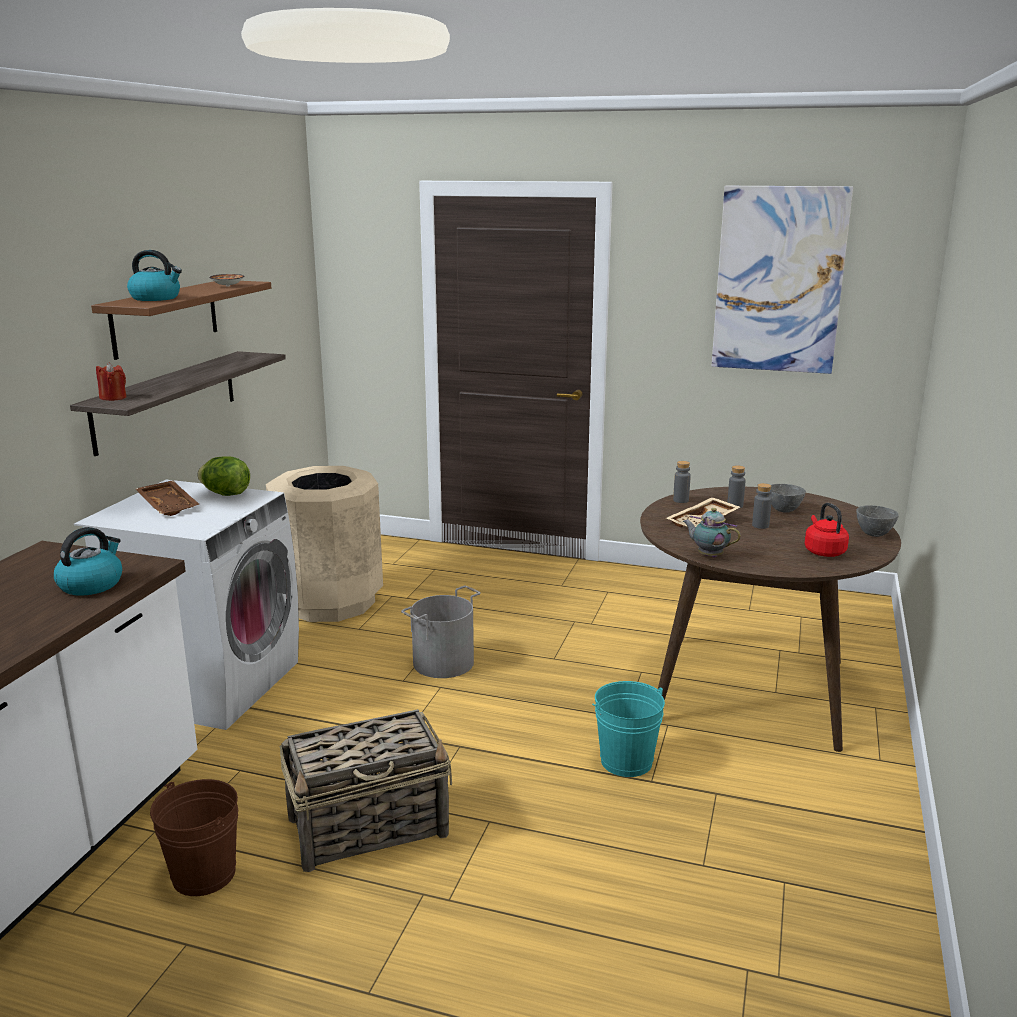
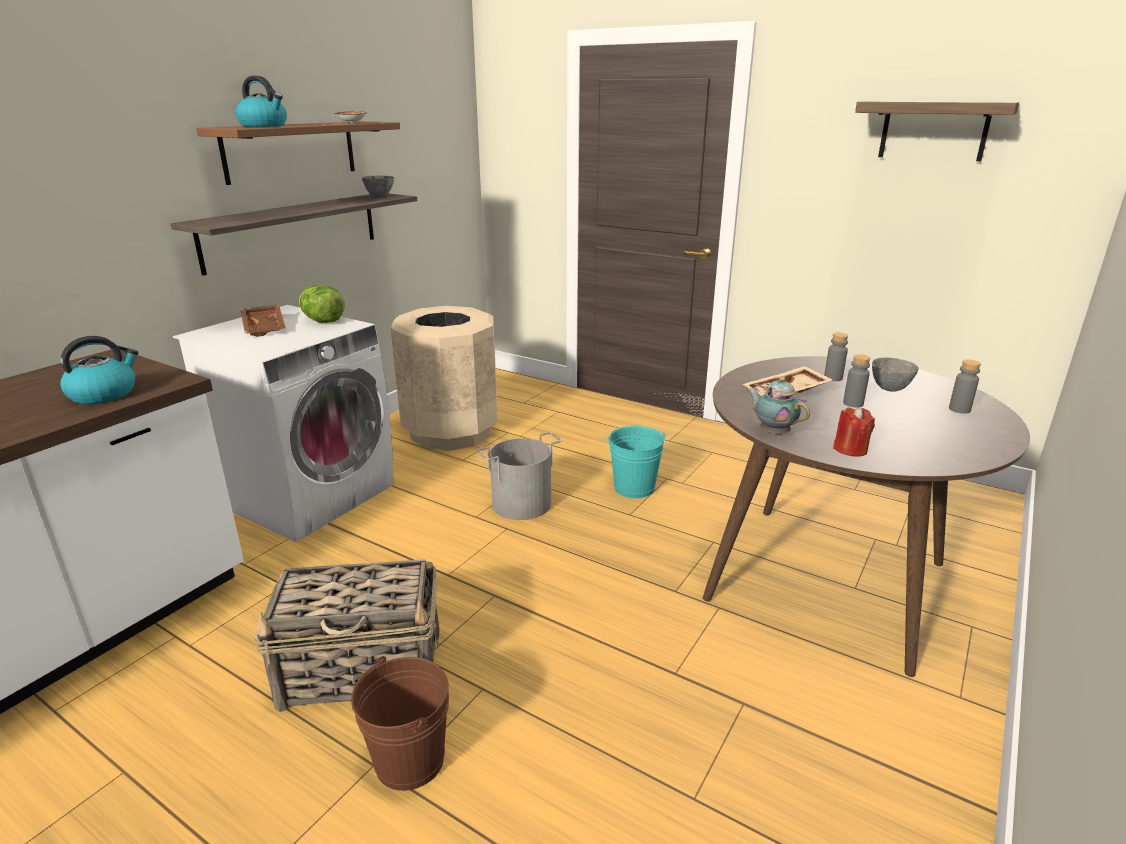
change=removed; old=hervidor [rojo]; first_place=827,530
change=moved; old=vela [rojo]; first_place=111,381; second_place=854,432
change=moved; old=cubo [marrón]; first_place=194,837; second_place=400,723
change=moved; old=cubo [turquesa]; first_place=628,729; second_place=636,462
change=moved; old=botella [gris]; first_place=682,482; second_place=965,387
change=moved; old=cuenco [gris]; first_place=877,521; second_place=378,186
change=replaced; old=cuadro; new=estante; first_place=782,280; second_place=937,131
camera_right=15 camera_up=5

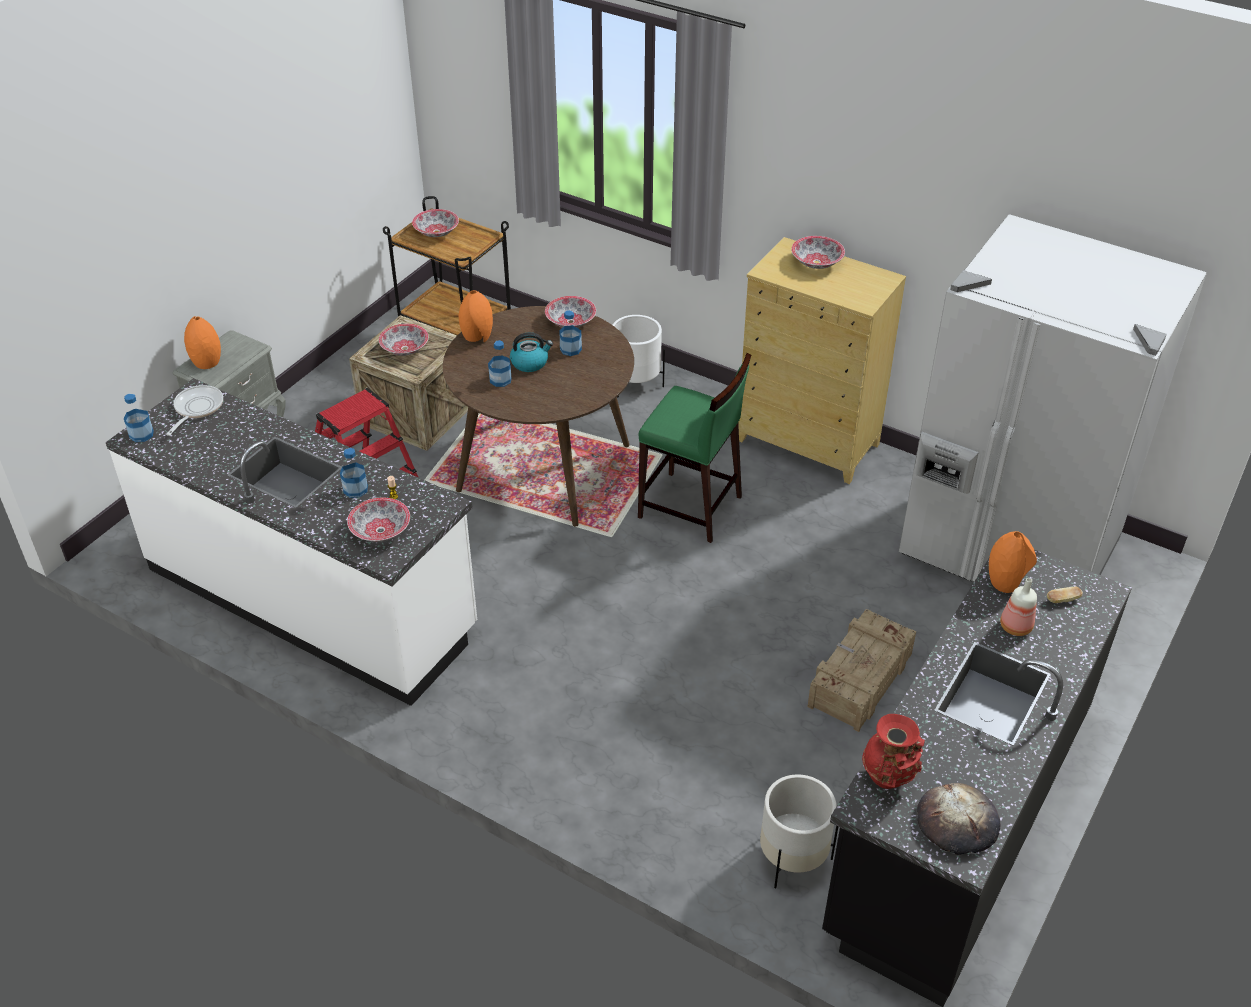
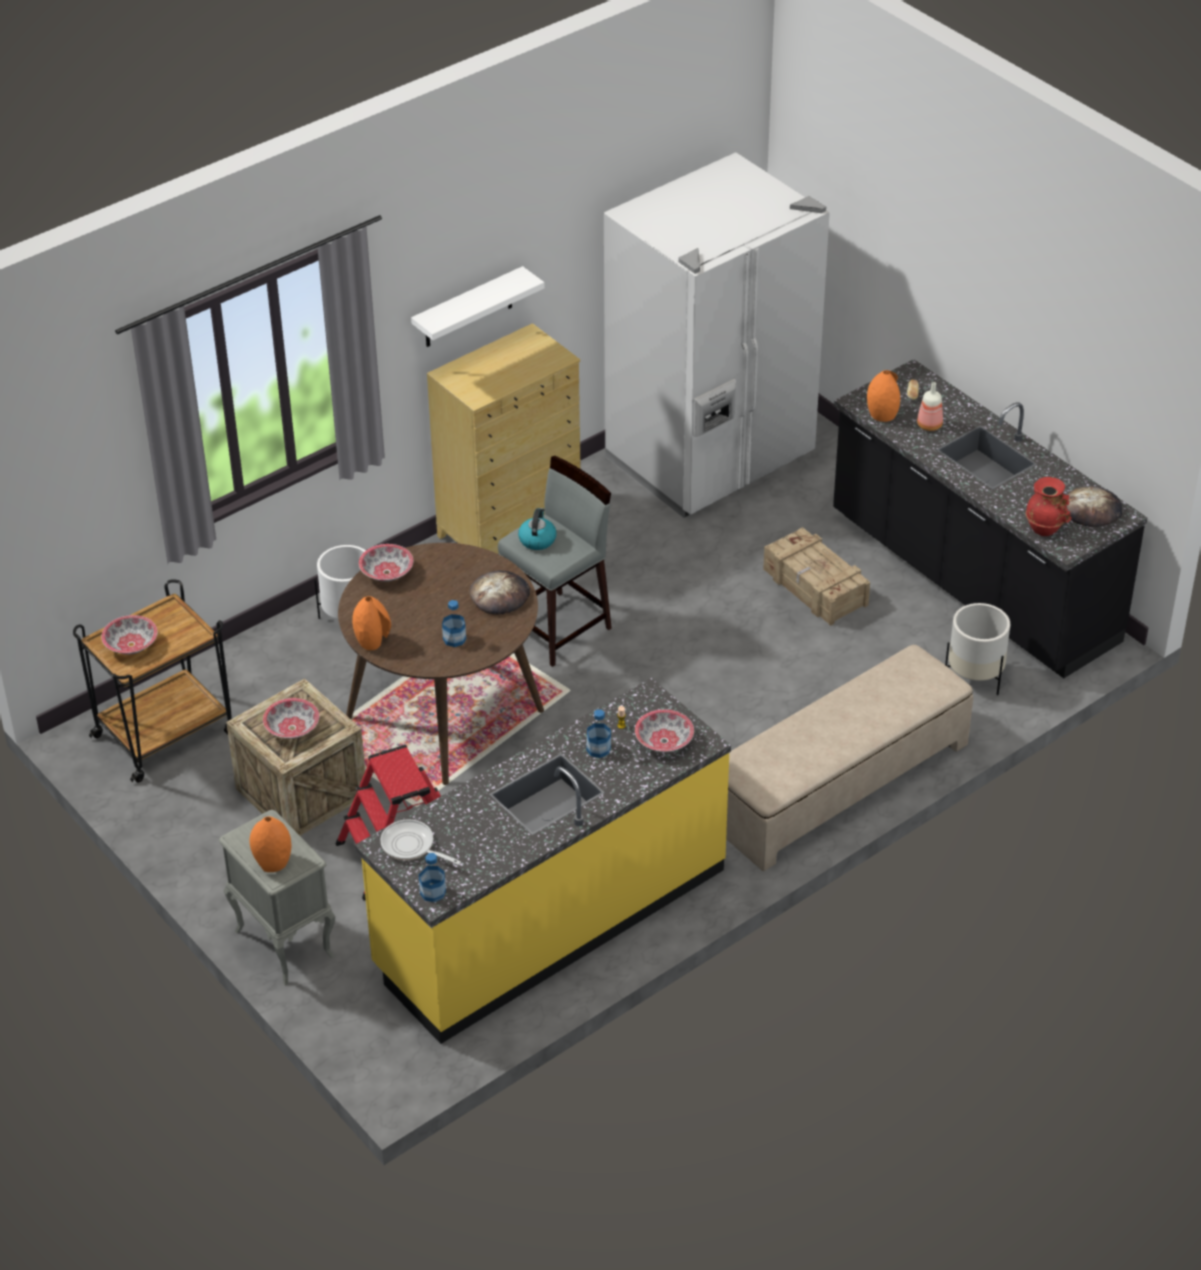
change=removed; old=botella; first_place=570,333
change=removed; old=cuenco; first_place=818,252
change=added; new=estante [blanco]; second_place=478,306
change=added; new=pan; second_place=499,593
change=added; new=banco [beis]; second_place=850,758
change=moved; old=hervidor; first_place=531,352; second_place=537,529
change=recoloured; old=mueble bajo de cocina [blanco]; new=mueble bajo de cocina [amarillo]; first_place=291,542; second_place=542,861
change=recoloured; old=taburete [verde]; new=taburete [gris]; first_place=694,448; second_place=555,561
camera_right=-70 camera_up=0

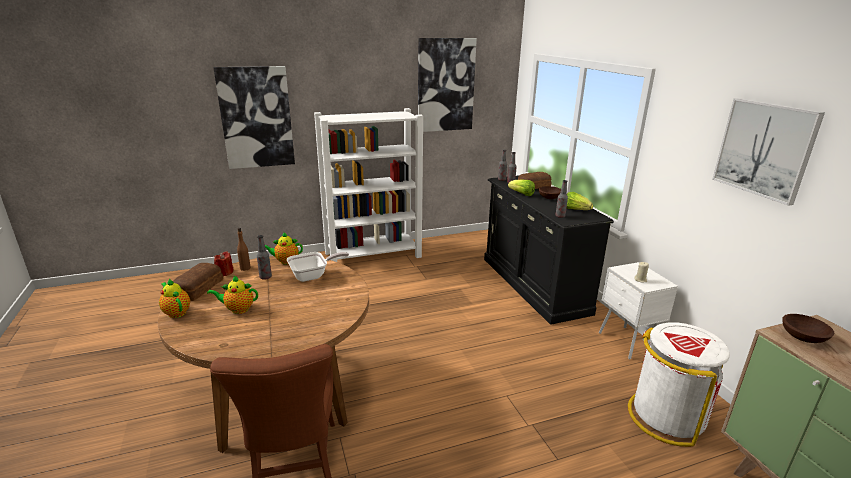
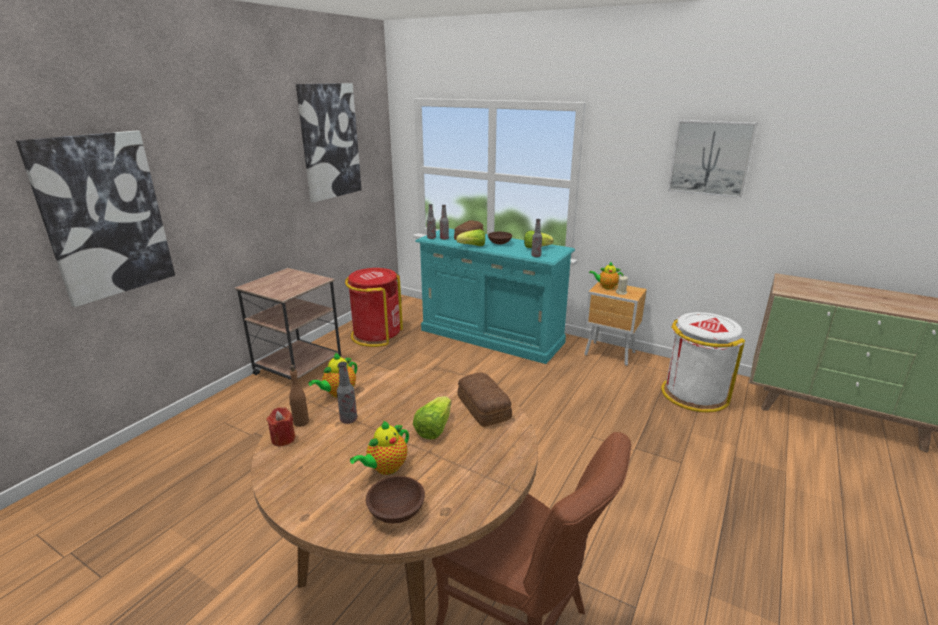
change=removed; old=sartén; first_place=318,267
change=added; new=papelera [rojo]; second_place=374,307
change=added; new=lechuga; second_place=432,418
change=moved; old=tetera; first_place=174,298; second_place=606,275
change=moved; old=pan; first_place=198,282; second_place=485,400
change=moved; old=cuenco [marrón]; first_place=808,328; second_place=395,500
change=replaced; old=estantería [blanco]; new=carrito [marrón]; first_place=368,185; second_place=288,324
change=recoloured; old=armario [negro]; new=armario [turquesa]; first_place=549,250; second_place=495,296
change=recoloured; old=mesita de noche [blanco]; new=mesita de noche [marrón]; first_place=638,310; second_place=615,324
camera_right=-40 camera_up=0

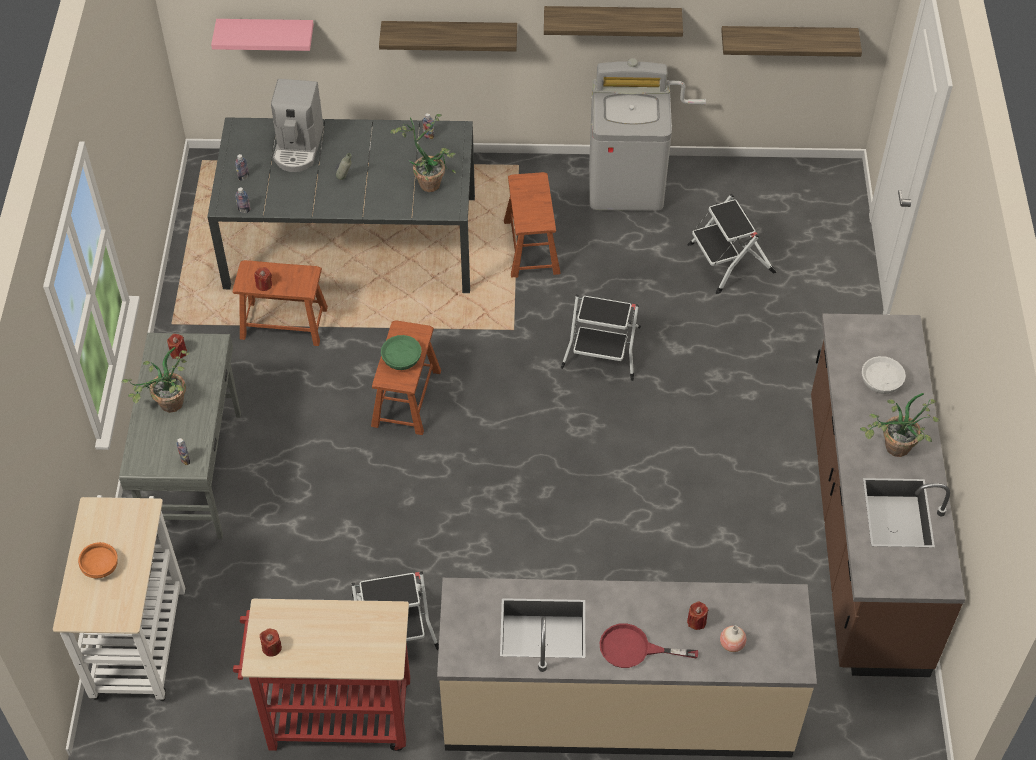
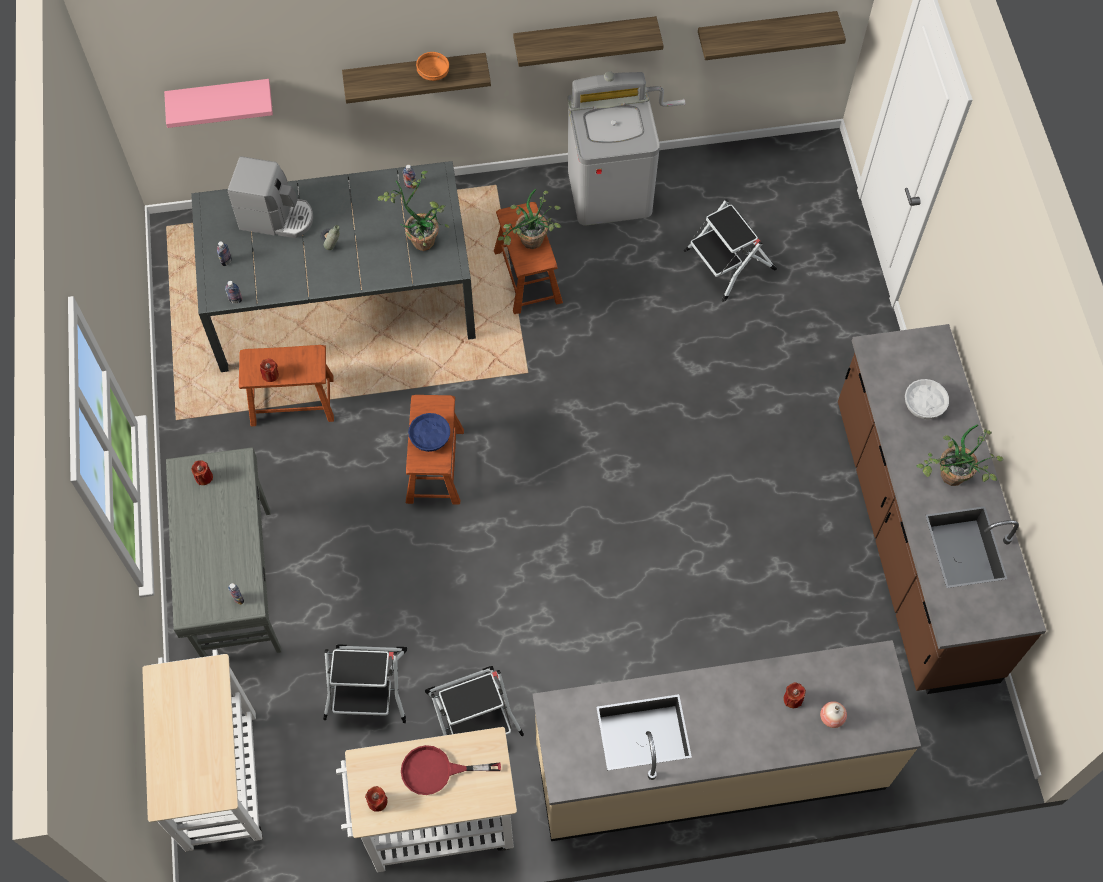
change=moved; old=cuenco [naranja]; first_place=98,560; second_place=432,66
change=moved; old=planta en maceta; first_place=155,380; second_place=529,219
change=moved; old=escalera de tijera; first_place=601,338; second_place=365,683
change=moved; old=sartén [rojo]; first_place=649,645; second_place=451,770
change=recoloured; old=carrito [rojo]; new=carrito [blanco]; first_place=321,675; second_place=426,799
change=recoloured; old=cuenco [verde]; new=cuenco [azul]; first_place=401,352; second_place=429,432
change=turned; old=cafetera; first_place=297,125; second_place=270,197; degrees=-75
camera_right=-10 camera_up=10

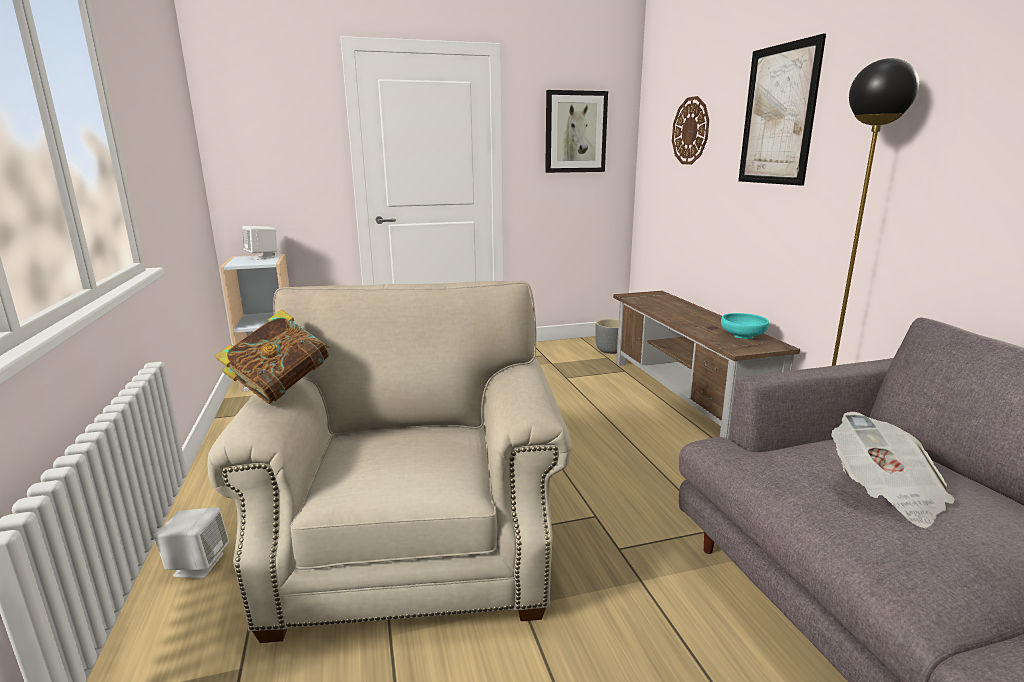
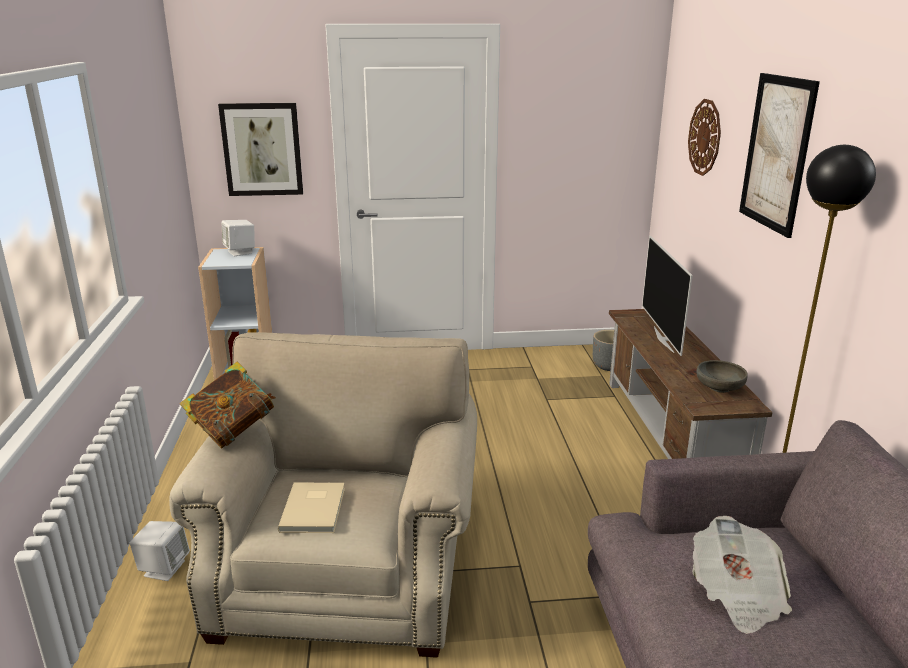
change=added; new=libro [beis]; second_place=311,508
change=added; new=televisor; second_place=667,296
change=moved; old=cuadro; first_place=576,131; second_place=260,149
change=recoloured; old=cuenco [turquesa]; new=cuenco [gris]; first_place=745,326; second_place=722,376
camera_right=10 camera_up=5

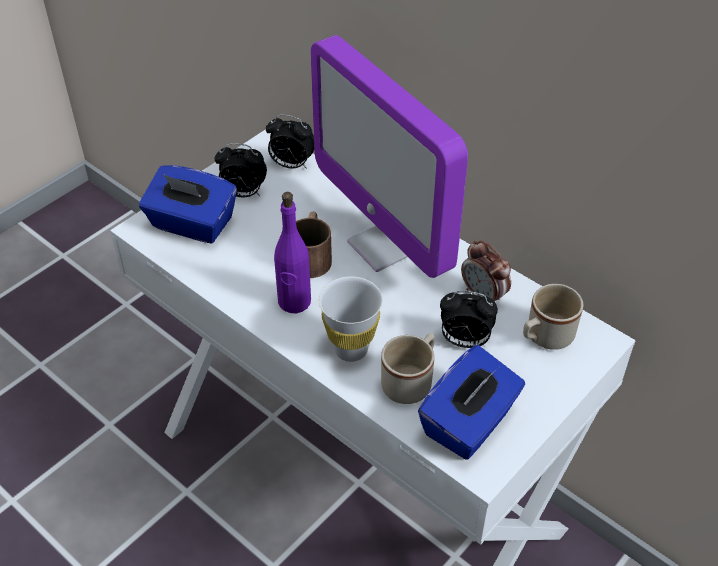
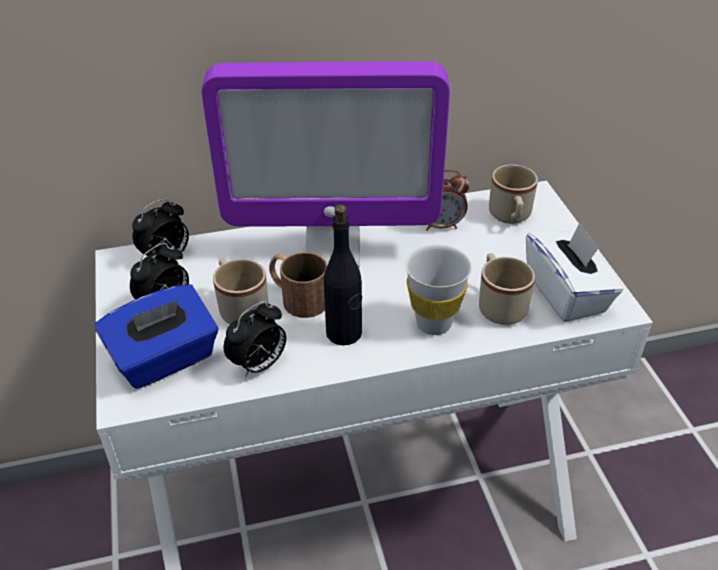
change=added; new=taza grande [beis]; second_place=241,291
change=moved; old=despertador; first_place=469,319; second_place=255,339
change=recoloured; old=botella [morado]; new=botella [negro]; first_place=292,252; second_place=343,274
change=recoloured; old=caja de pañuelos [azul]; new=caja de pañuelos [blanco]; first_place=471,402; second_place=575,272
camera_right=-55 camera_up=-5

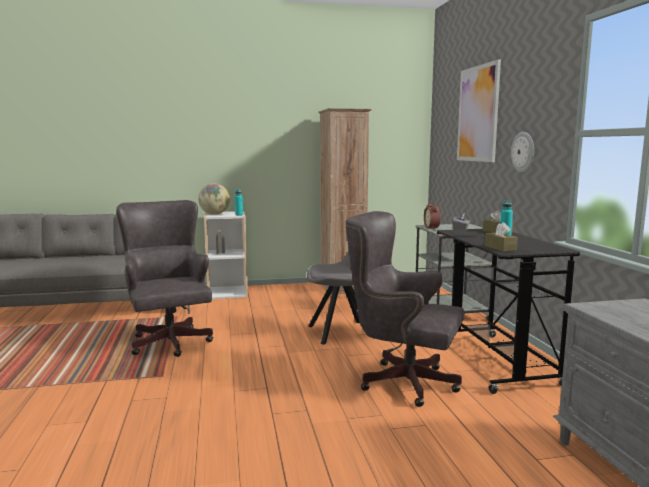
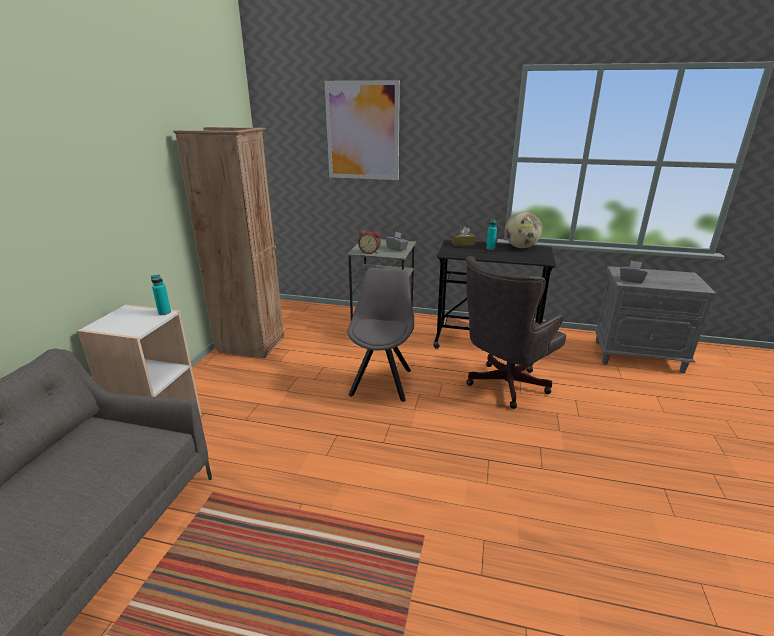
change=removed; old=silla de oficina [gris]; first_place=164,278
change=removed; old=caja de pañuelos [marrón]; first_place=501,237
change=removed; old=reloj de pared; first_place=522,152
change=added; new=caja de pañuelos [gris]; second_place=634,271
change=moved; old=globo terráqueo; first_place=214,199; second_place=523,230
camera_right=-65 camera_up=15

